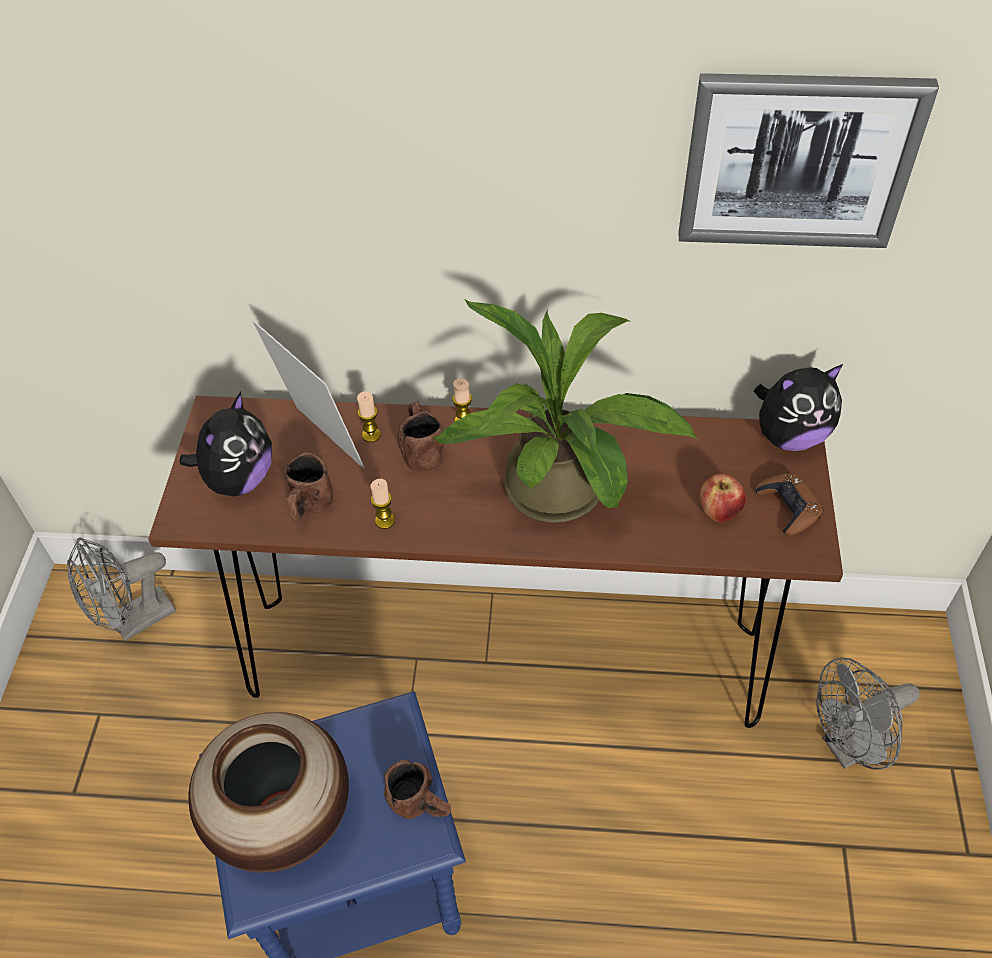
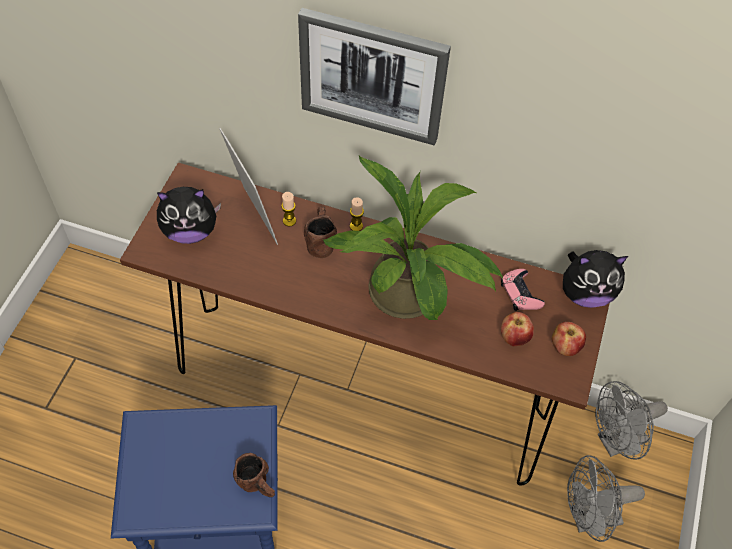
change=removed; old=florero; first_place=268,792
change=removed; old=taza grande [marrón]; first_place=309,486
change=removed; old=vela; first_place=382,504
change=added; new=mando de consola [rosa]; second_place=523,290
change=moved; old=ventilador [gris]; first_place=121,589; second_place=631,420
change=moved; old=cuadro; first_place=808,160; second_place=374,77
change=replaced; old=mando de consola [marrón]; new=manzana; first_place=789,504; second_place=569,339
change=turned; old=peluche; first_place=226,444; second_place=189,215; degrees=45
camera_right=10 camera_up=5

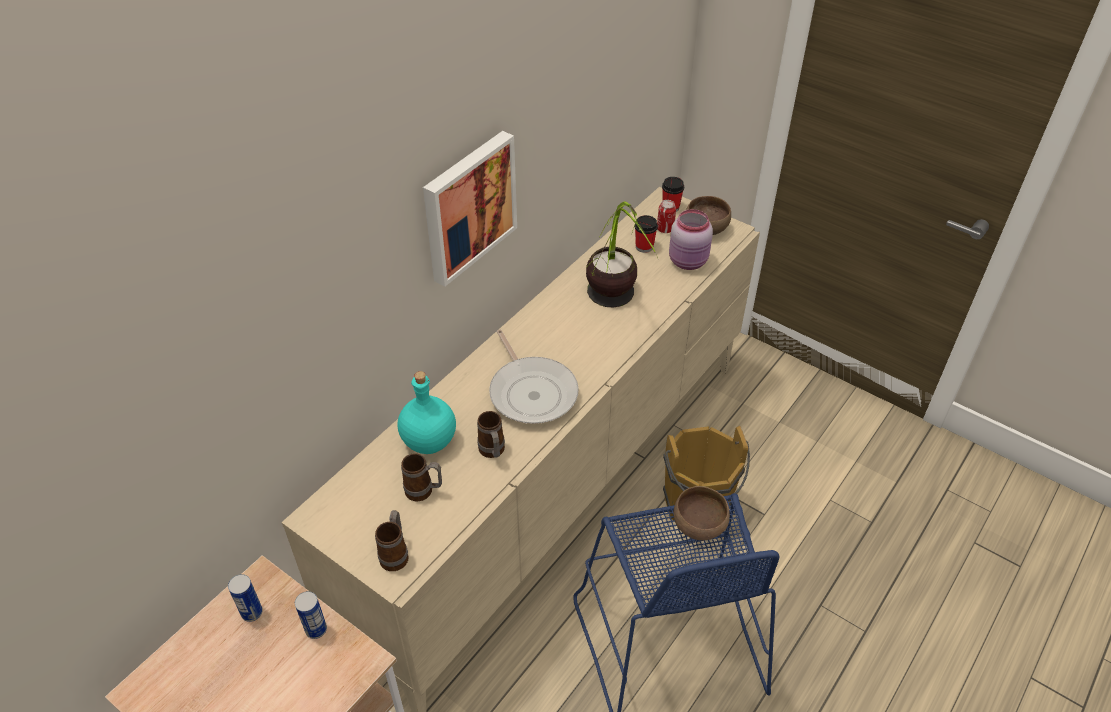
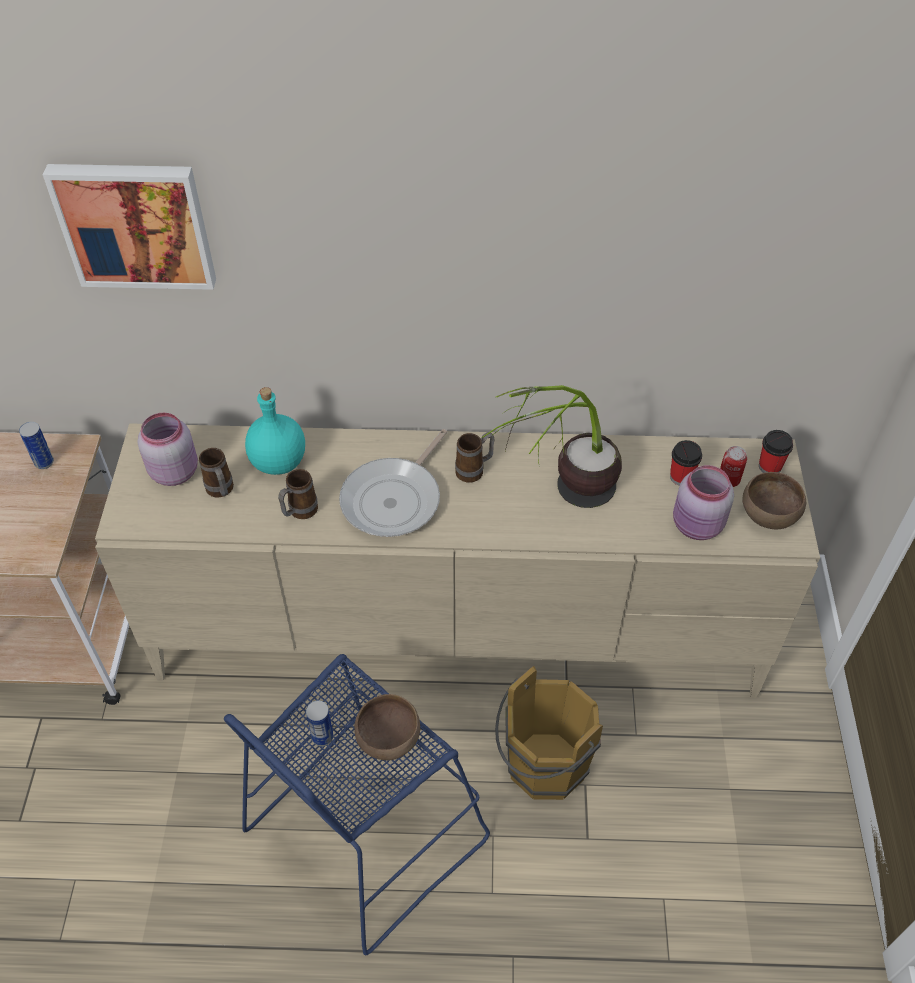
change=added; new=tarro [rosa]; second_place=168,449
change=moved; old=lata; first_place=311,615; second_place=319,723
change=moved; old=taza grande; first_place=392,540; second_place=474,457
change=moved; old=cuadro; first_place=470,209; second_place=129,227
camera_right=55 camera_up=5

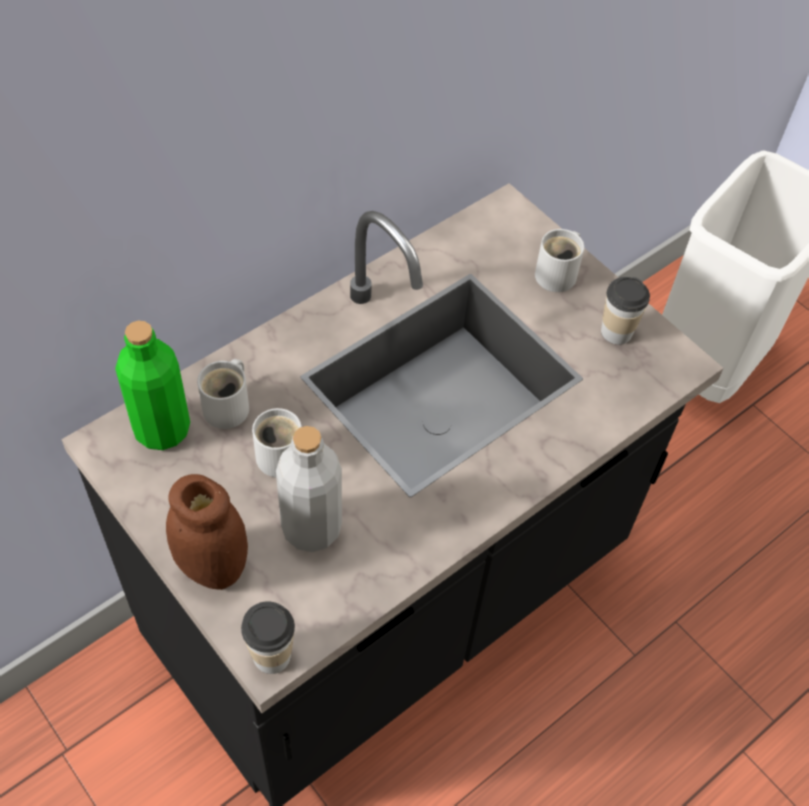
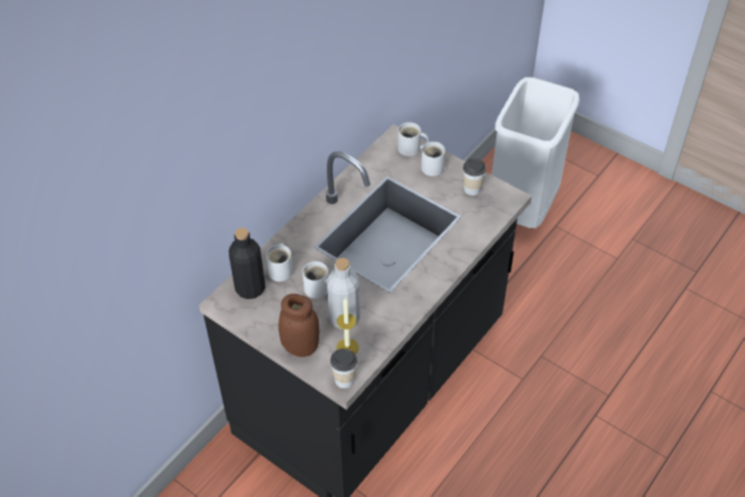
change=added; new=vela; second_place=348,325
change=added; new=taza grande [blanco]; second_place=413,139
change=recoloured; old=botella [verde]; new=botella [negro]; first_place=152,385; second_place=247,263
camera_right=-10 camera_up=-5

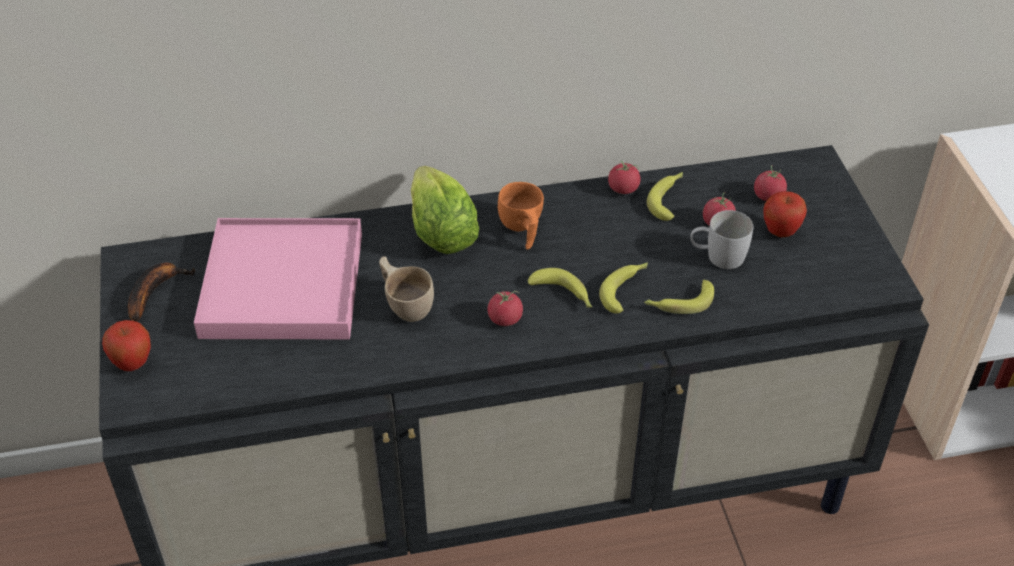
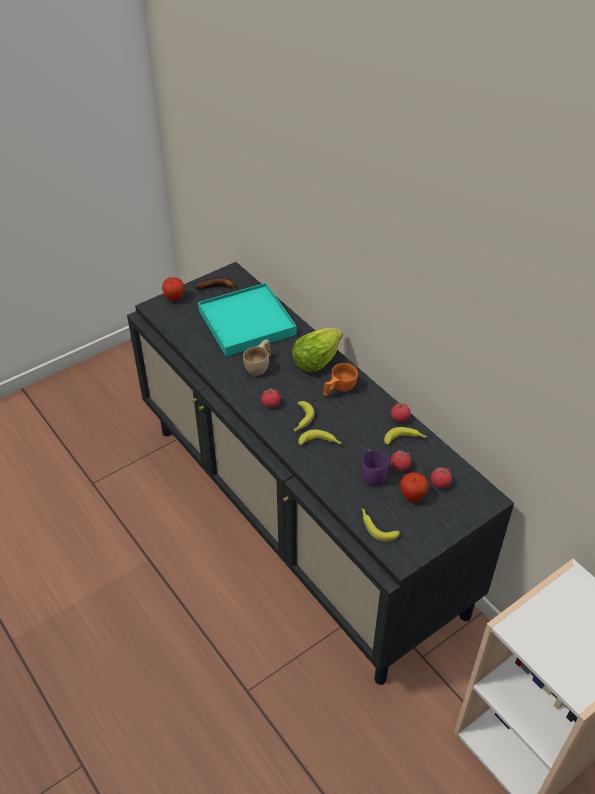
change=moved; old=plátano; first_place=679,297; second_place=381,525
change=recoloured; old=bandeja [rosa]; new=bandeja [turquesa]; first_place=278,278; second_place=247,319
change=recoloured; old=taza grande [blanco]; new=taza grande [morado]; first_place=721,239; second_place=375,467
camera_right=65 camera_up=0

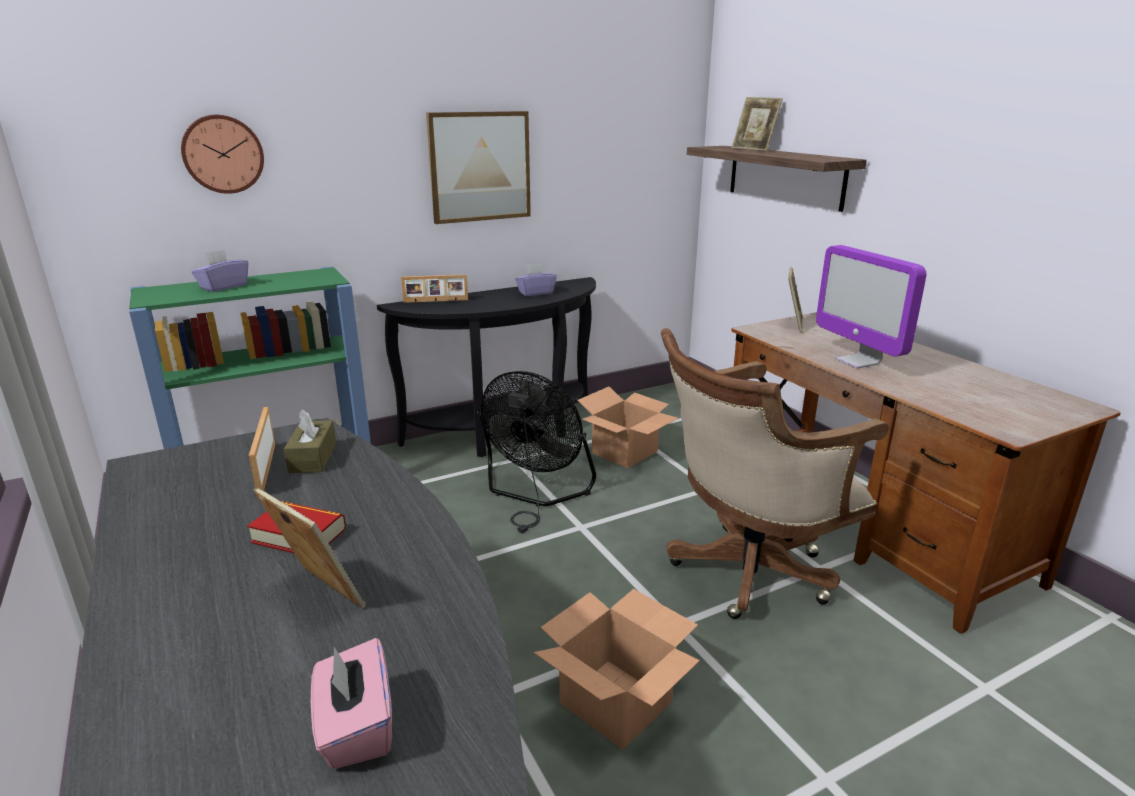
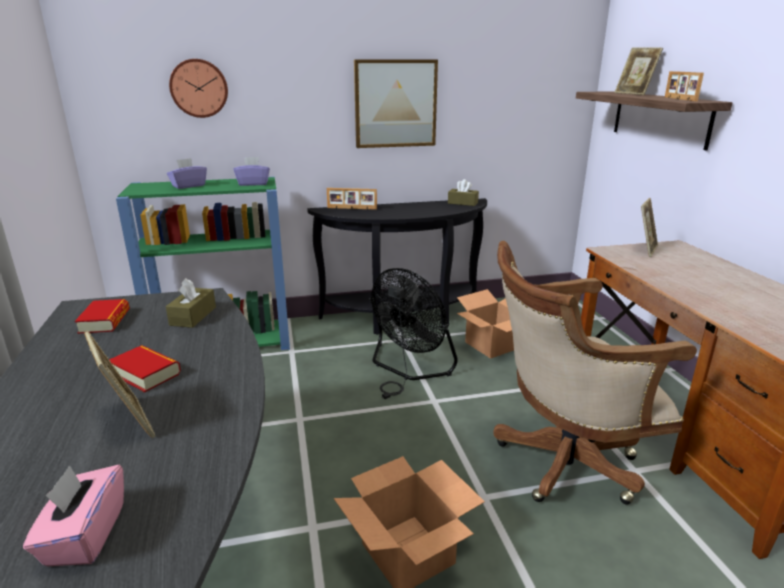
change=removed; old=monitor; first_place=871,306
change=added; new=libro; second_place=102,316
change=added; new=caja de pañuelos [marrón]; second_place=463,192
change=moved; old=portarretratos; first_place=262,452; second_place=684,86
change=moved; old=caja de pañuelos [morado]; first_place=536,279; second_place=252,171
camera_right=15 camera_up=0

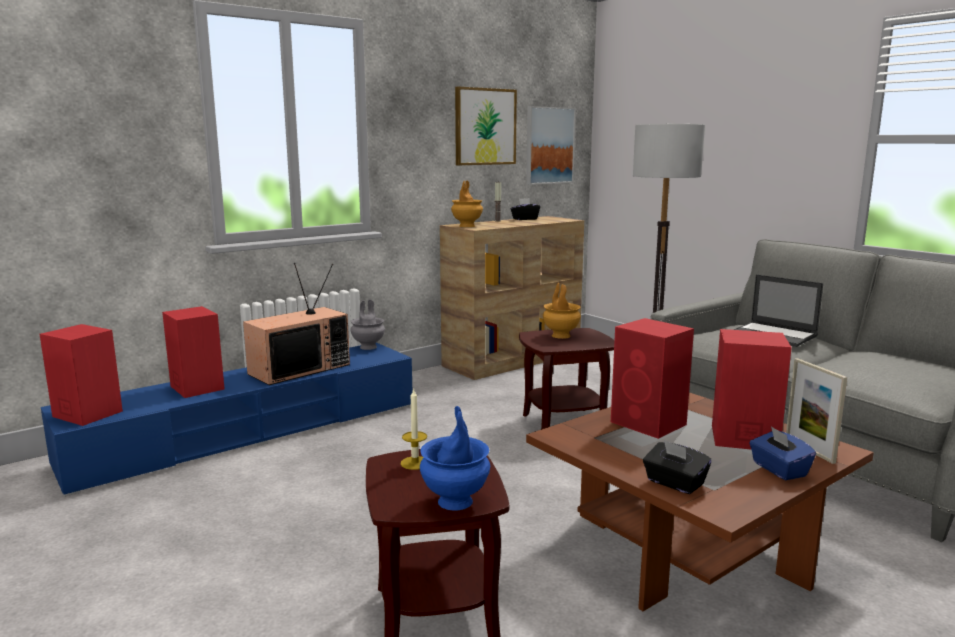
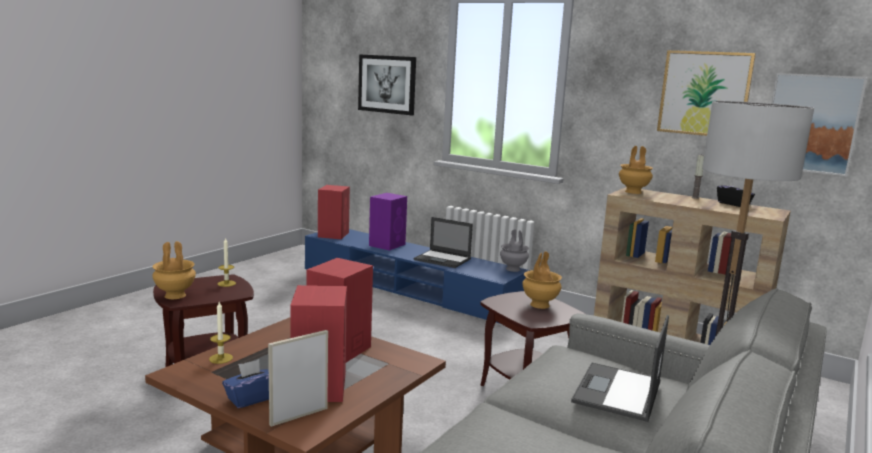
change=added; new=cuadro; second_place=387,84
change=replaced; old=televisor; new=portátil; first_place=296,324; second_place=443,242
change=replaced; old=caja de pañuelos [negro]; new=vela; first_place=677,467; second_place=221,333
change=recoloured; old=altavoz [rojo]; new=altavoz [morado]; first_place=193,352; second_place=388,222
change=recoloured; old=florero [azul]; new=florero [marrón]; first_place=455,458; second_place=174,270
camera_right=70 camera_up=0

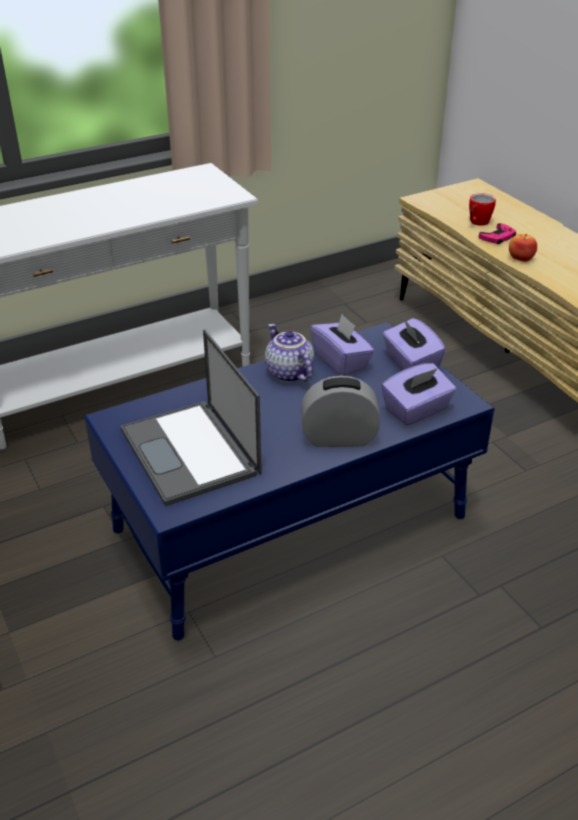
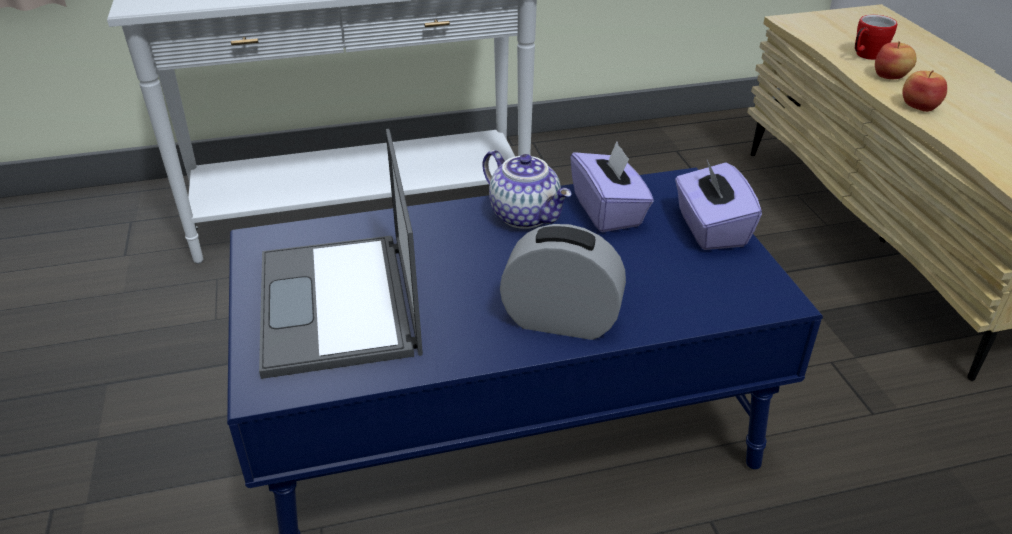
change=removed; old=caja de pañuelos [morado]; first_place=419,394
change=replaced; old=mando de consola [rosa]; new=manzana; first_place=497,233; second_place=896,60
change=turned; old=tetera; first_place=289,353; second_place=527,189; degrees=150
camera_right=15 camera_up=0

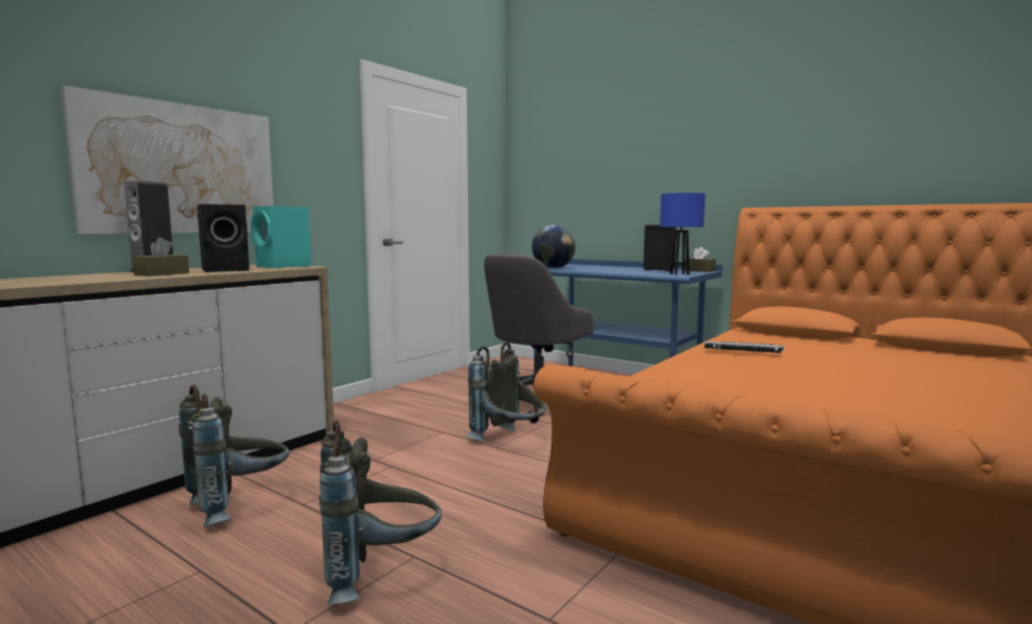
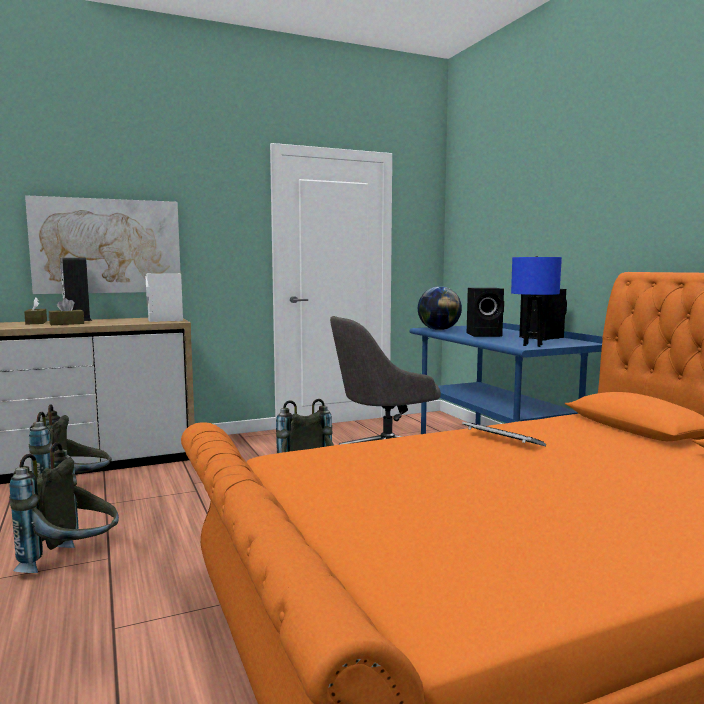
change=moved; old=altavoz [negro]; first_place=223,238; second_place=485,312
change=moved; old=caja de pañuelos [marrón]; first_place=700,259; second_place=35,311
change=recoloured; old=altavoz [turquesa]; new=altavoz [blanco]; first_place=281,237; second_place=164,298
camera_right=30 camera_up=0

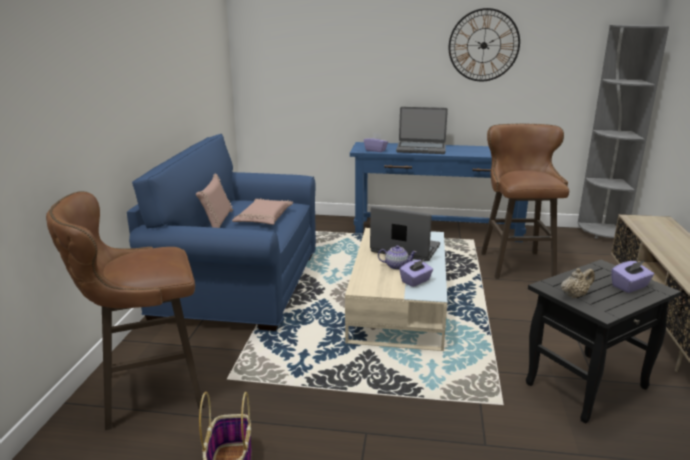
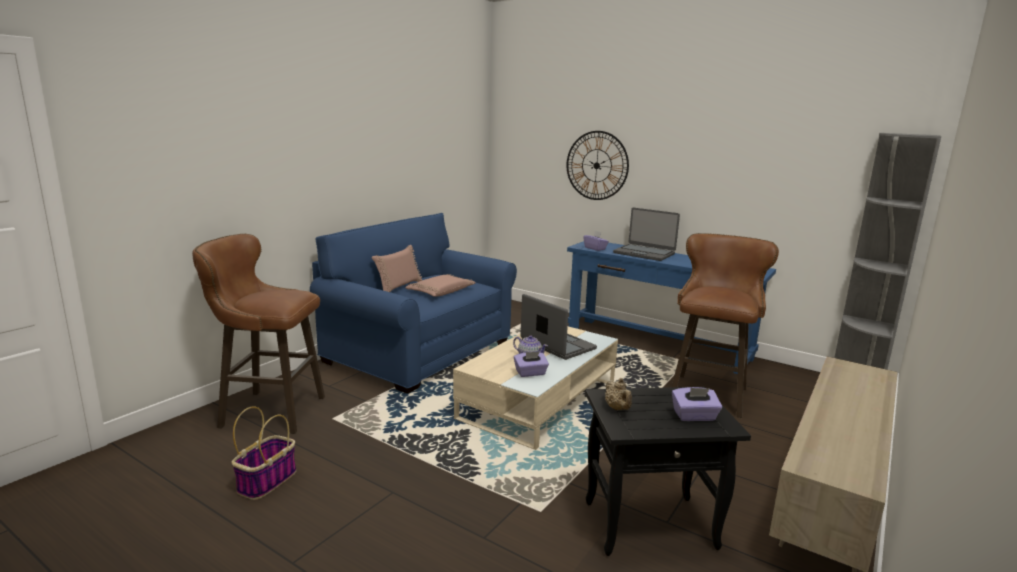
change=moved; old=reloj de pared; first_place=484,44; second_place=598,165
change=turned; old=tetera [beis]; first_place=578,283; second_place=618,394; degrees=75
camera_right=25 camera_up=-5

